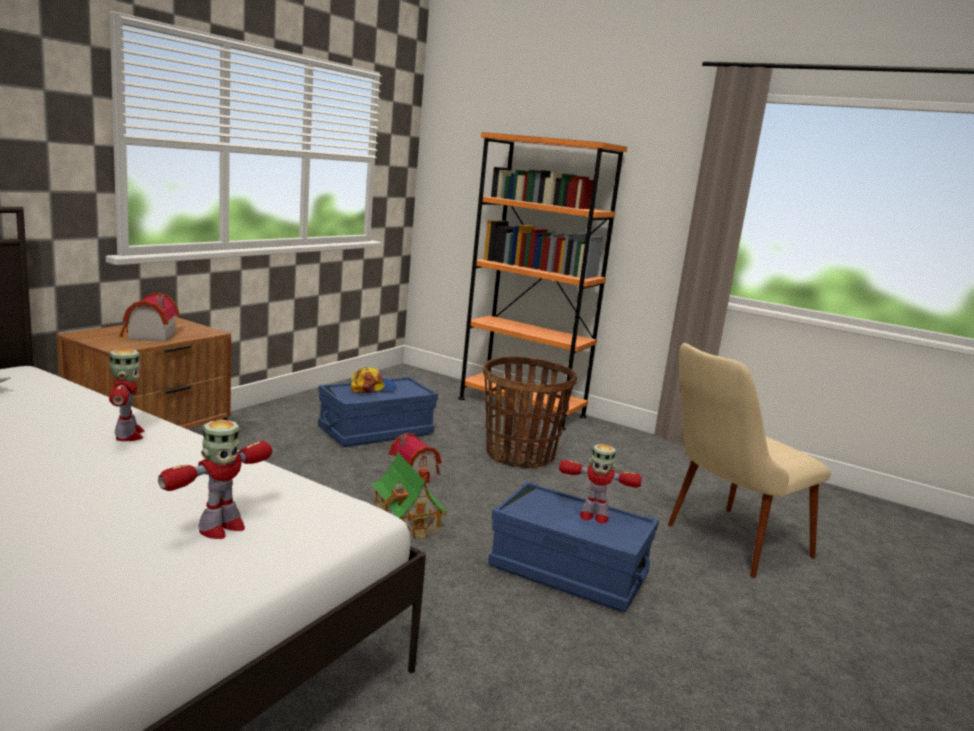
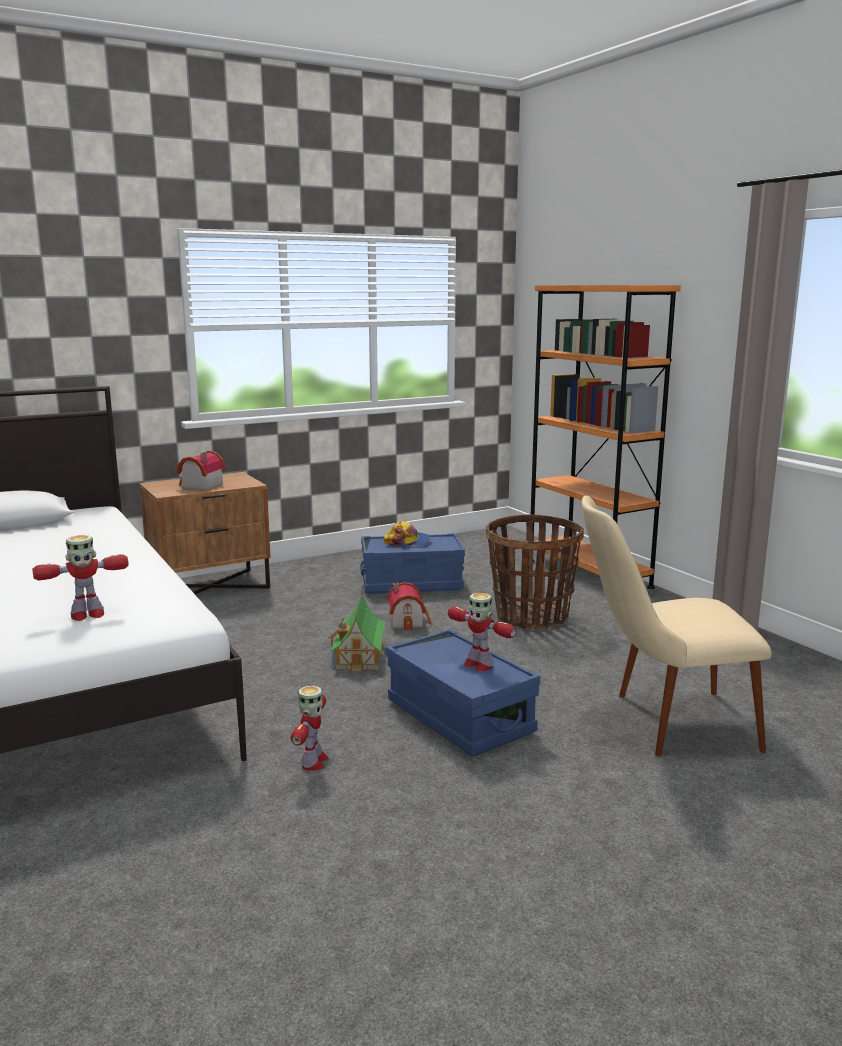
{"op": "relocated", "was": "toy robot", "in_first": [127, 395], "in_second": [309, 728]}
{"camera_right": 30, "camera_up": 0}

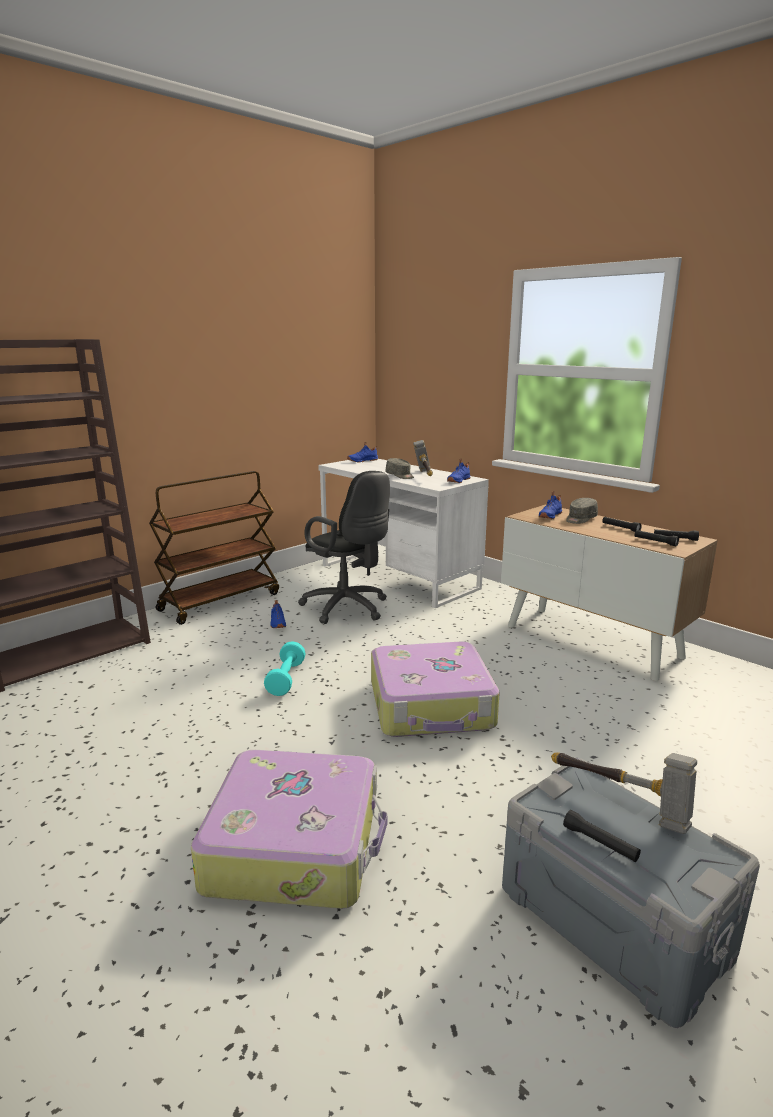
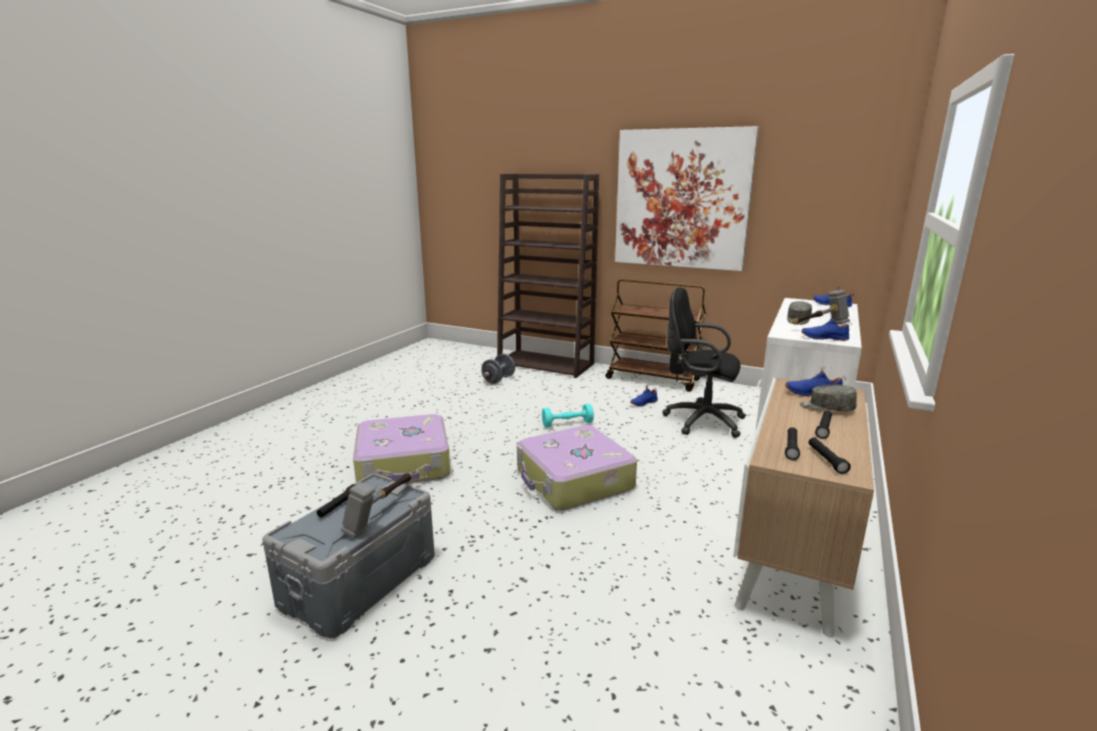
{"op": "spun", "was": "office chair (black)", "in_first": [344, 547], "in_second": [704, 363], "clockwise": 90}
{"op": "appeared", "now": "picture", "in_second": [687, 198]}
{"op": "appeared", "now": "dumbbell (grey)", "in_second": [498, 369]}
{"camera_right": 70, "camera_up": 0}

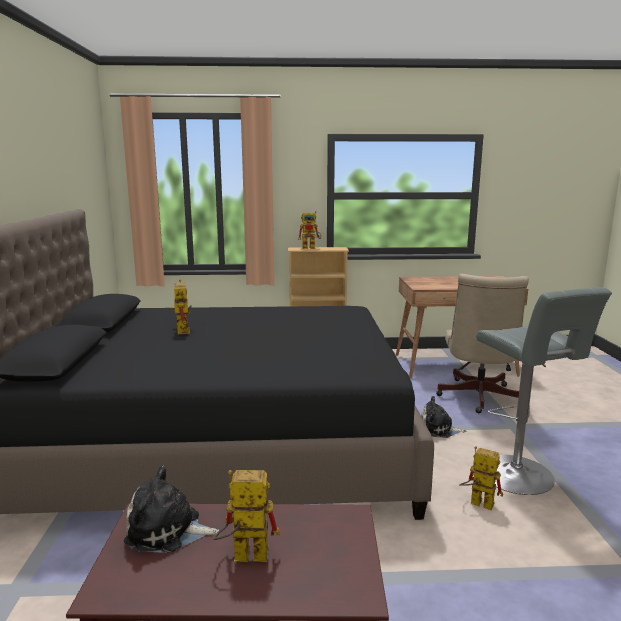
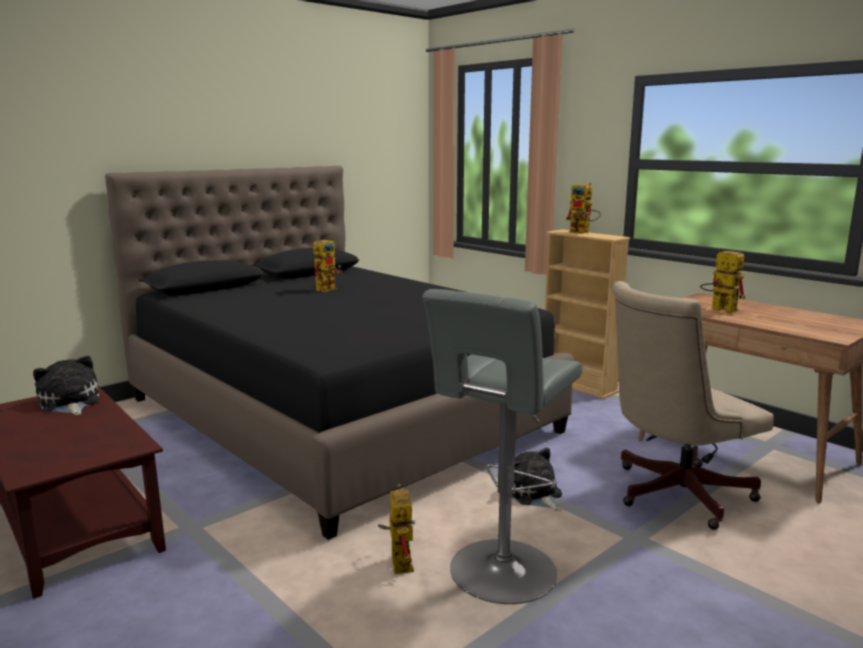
{"op": "relocated", "was": "toy robot", "in_first": [246, 516], "in_second": [723, 280]}
{"camera_right": 50, "camera_up": 0}

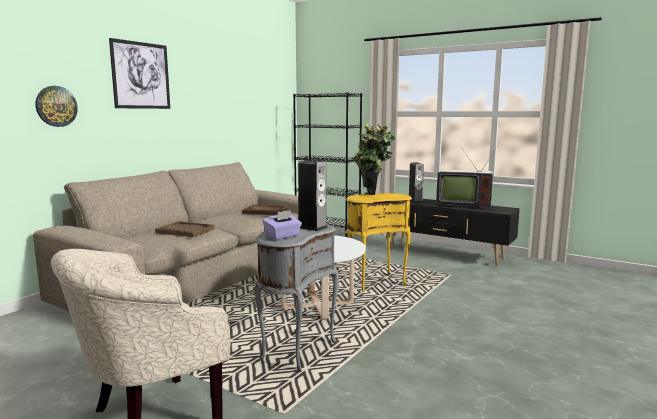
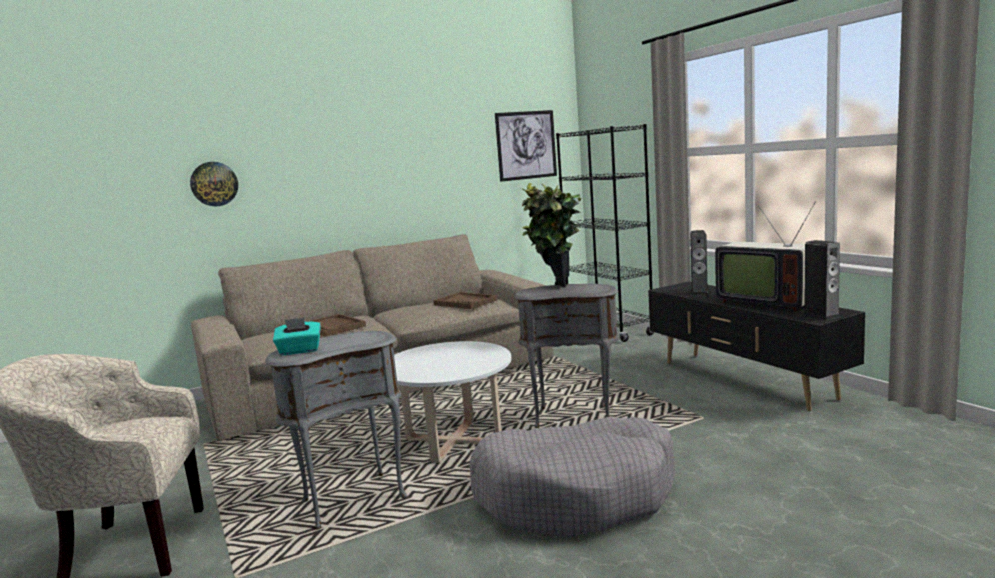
{"op": "relocated", "was": "picture", "in_first": [139, 73], "in_second": [526, 146]}
{"op": "relocated", "was": "speaker", "in_first": [313, 195], "in_second": [821, 280]}
{"op": "colour", "was": "side table (yellow)", "now": "side table (grey)", "in_first": [379, 242], "in_second": [567, 356]}
{"op": "colour", "was": "tissue box (purple)", "now": "tissue box (turquoise)", "in_first": [282, 225], "in_second": [297, 336]}
{"op": "appeared", "now": "dog bed (grey)", "in_second": [572, 477]}
{"camera_right": 30, "camera_up": 0}

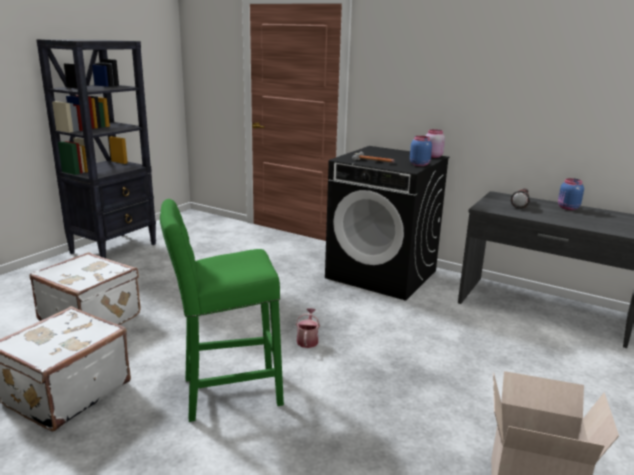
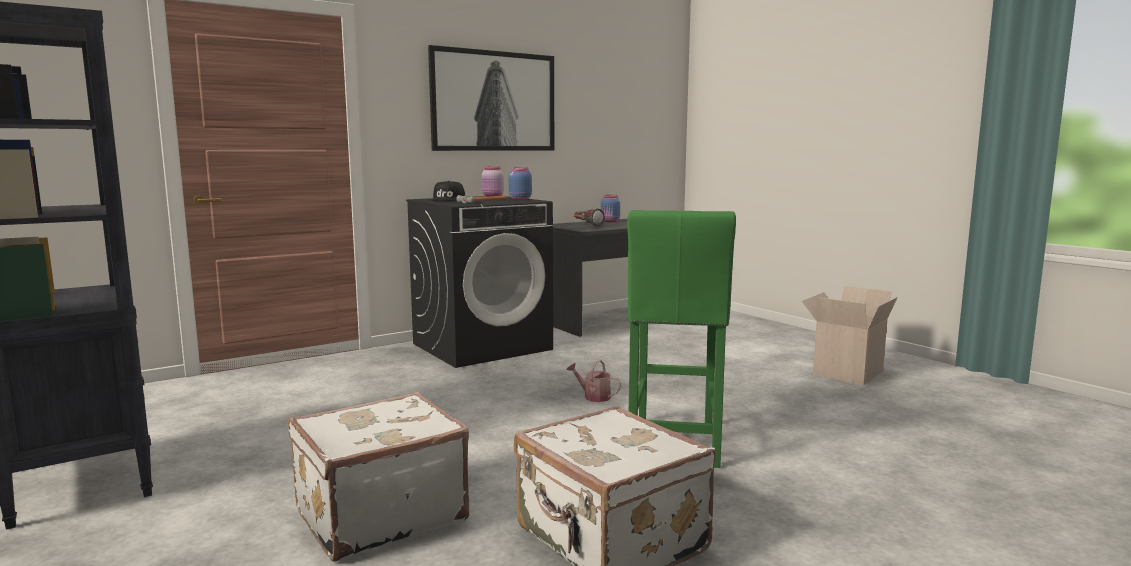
{"op": "appeared", "now": "picture", "in_second": [491, 98]}
{"op": "appeared", "now": "cap (black)", "in_second": [447, 191]}
{"camera_right": -65, "camera_up": -10}

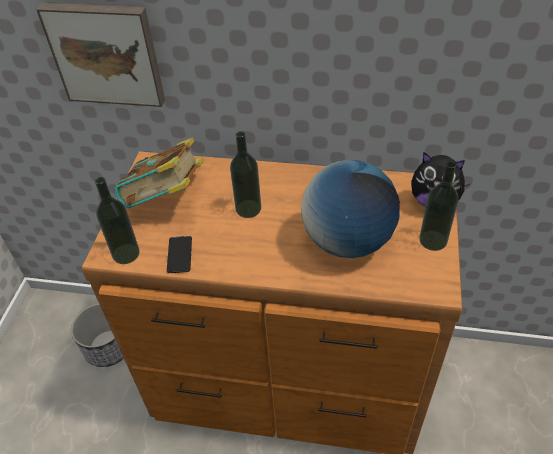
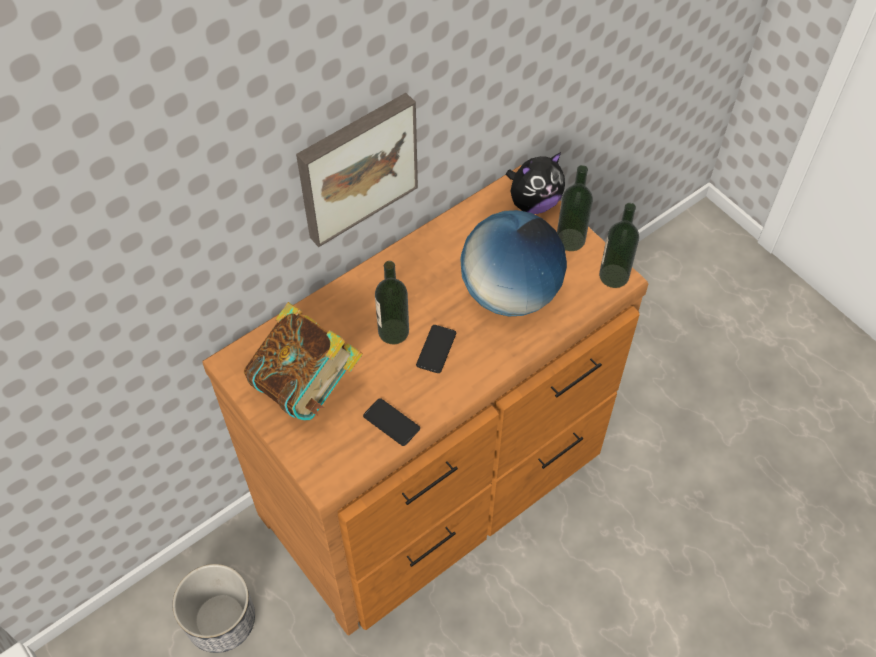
{"op": "relocated", "was": "picture", "in_first": [100, 55], "in_second": [357, 170]}
{"op": "relocated", "was": "bottle", "in_first": [117, 220], "in_second": [619, 245]}
{"op": "appeared", "now": "phone", "in_second": [436, 349]}
{"camera_right": -50, "camera_up": 10}

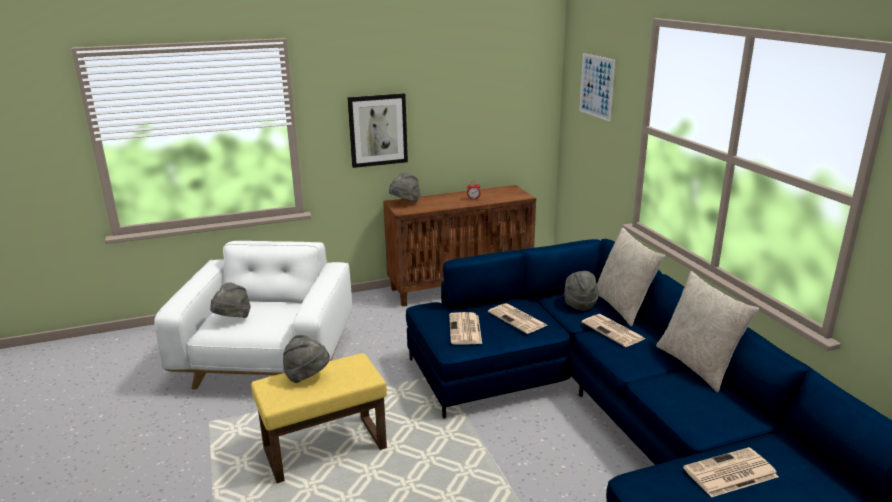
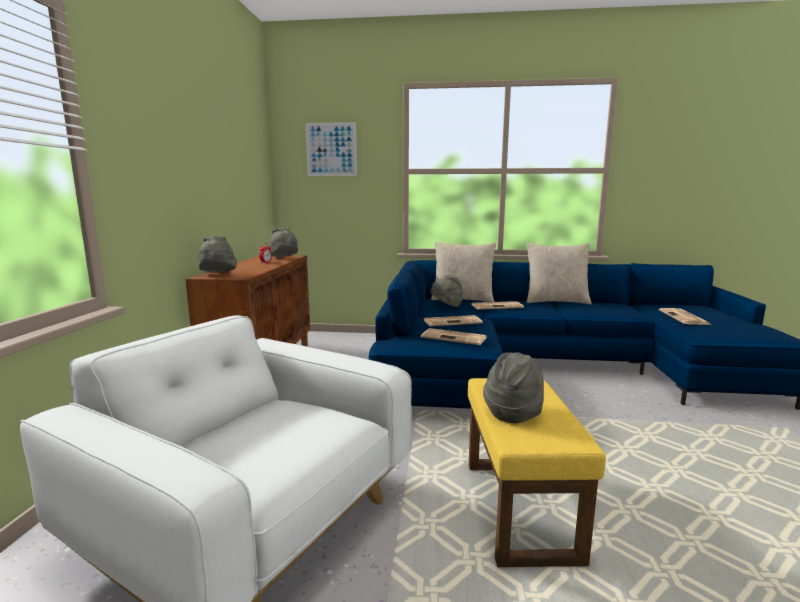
{"op": "missing", "was": "picture", "in_first": [377, 130]}
{"op": "relocated", "was": "hat (grey)", "in_first": [230, 300], "in_second": [283, 242]}
{"camera_right": -65, "camera_up": -10}

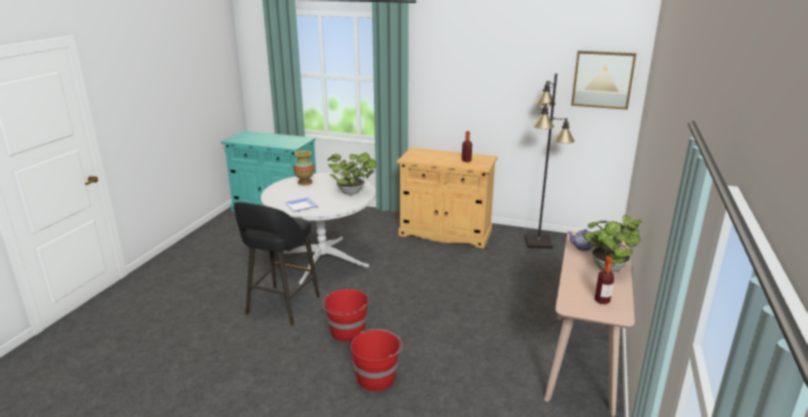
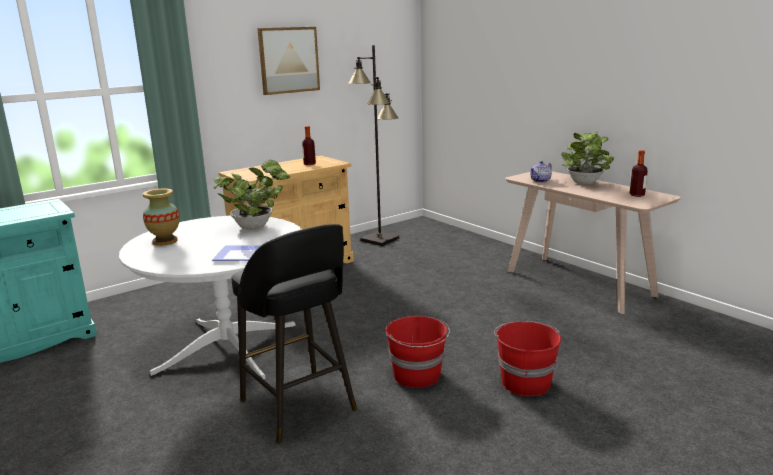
{"op": "relocated", "was": "picture", "in_first": [603, 80], "in_second": [288, 61]}
{"camera_right": -55, "camera_up": -5}

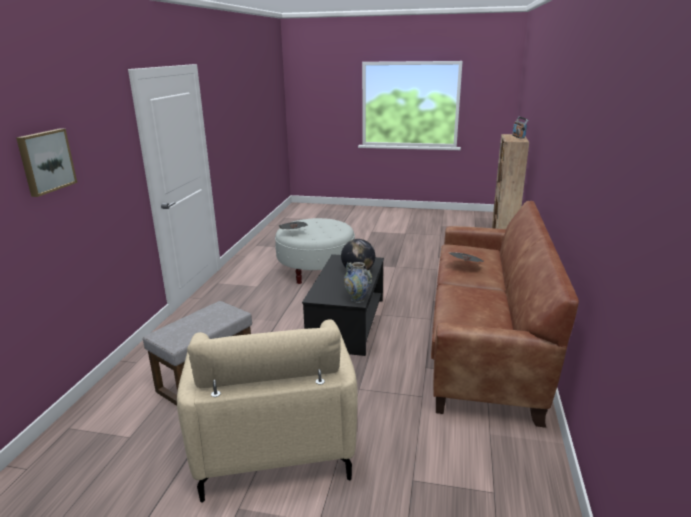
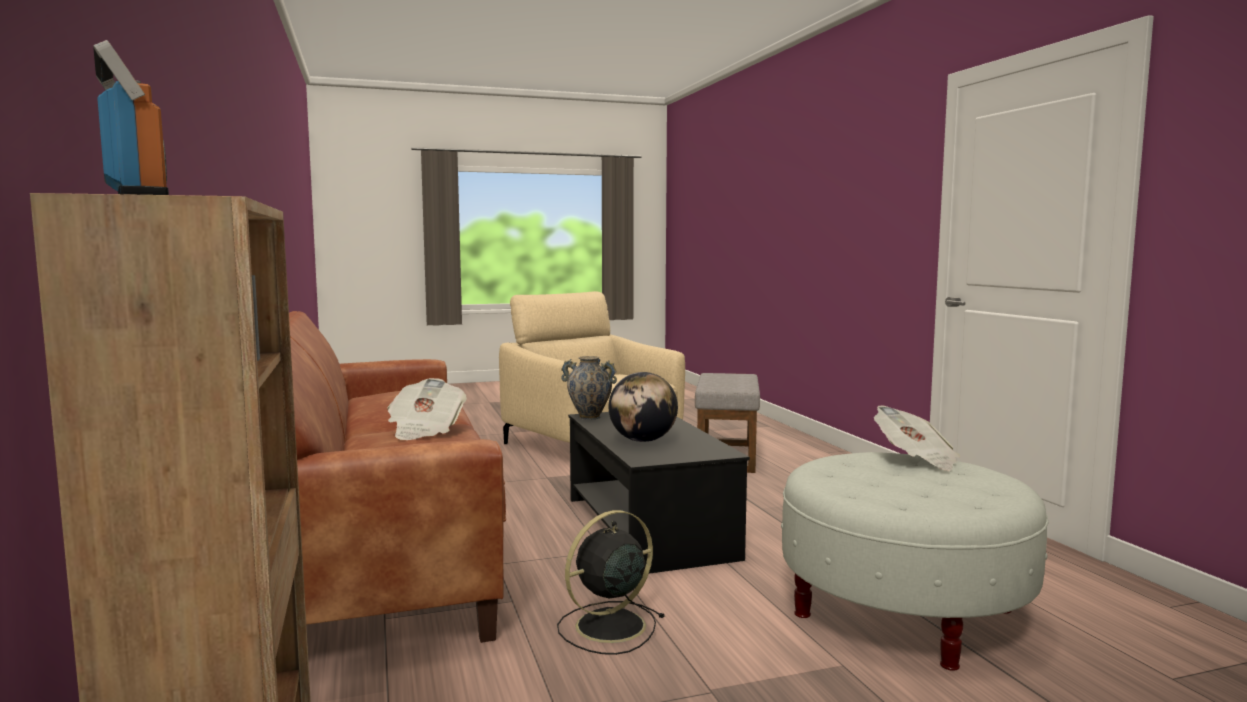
{"op": "missing", "was": "picture", "in_first": [46, 162]}
{"op": "appeared", "now": "fan (black)", "in_second": [610, 582]}
{"camera_right": 150, "camera_up": -15}

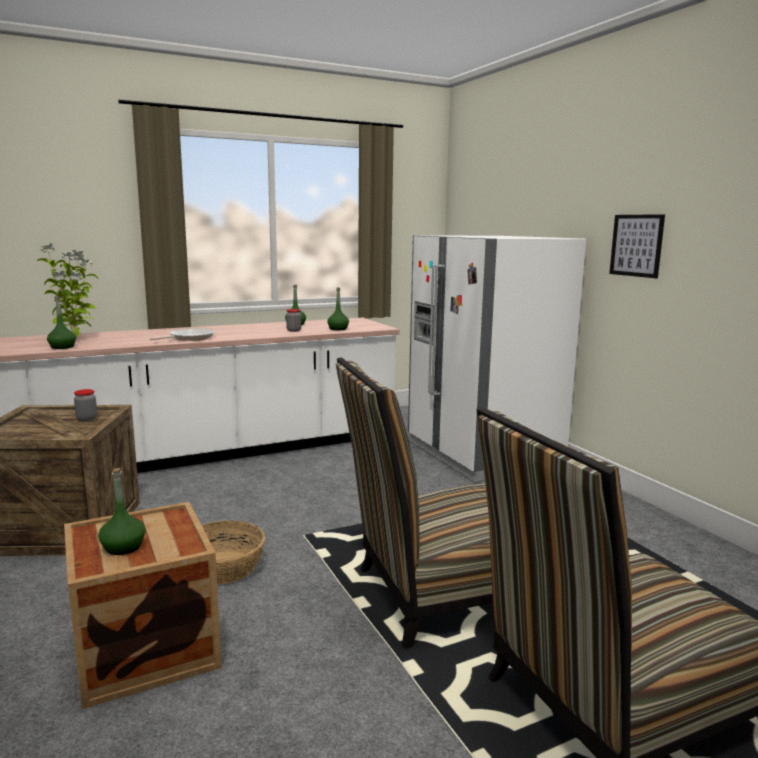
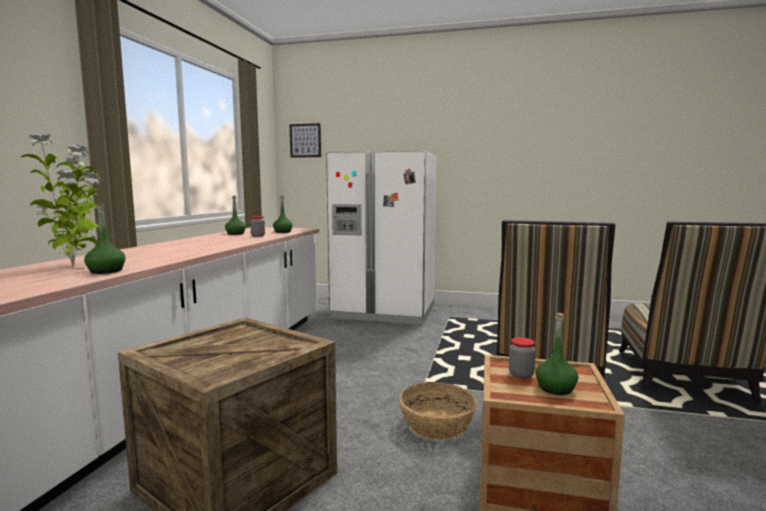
{"op": "relocated", "was": "picture", "in_first": [637, 246], "in_second": [305, 140]}
{"op": "missing", "was": "frying pan", "in_first": [182, 334]}
{"op": "relocated", "was": "jar", "in_first": [85, 405], "in_second": [522, 358]}
{"camera_right": -50, "camera_up": -5}

